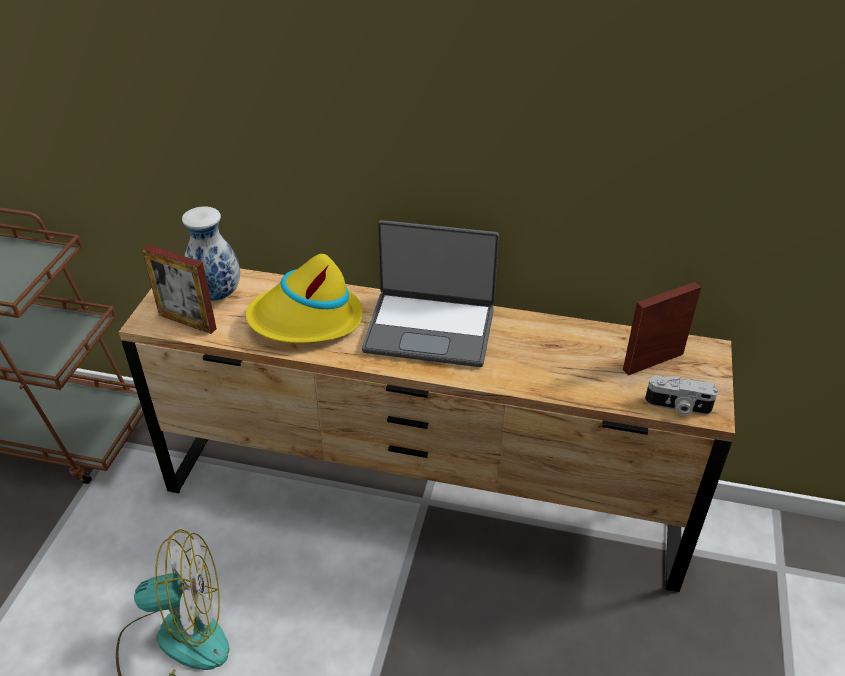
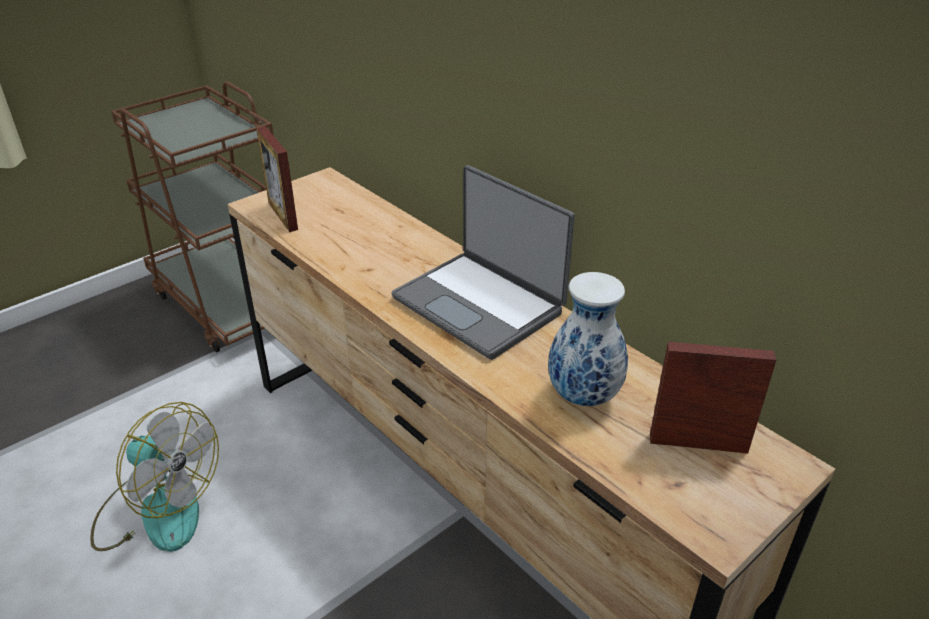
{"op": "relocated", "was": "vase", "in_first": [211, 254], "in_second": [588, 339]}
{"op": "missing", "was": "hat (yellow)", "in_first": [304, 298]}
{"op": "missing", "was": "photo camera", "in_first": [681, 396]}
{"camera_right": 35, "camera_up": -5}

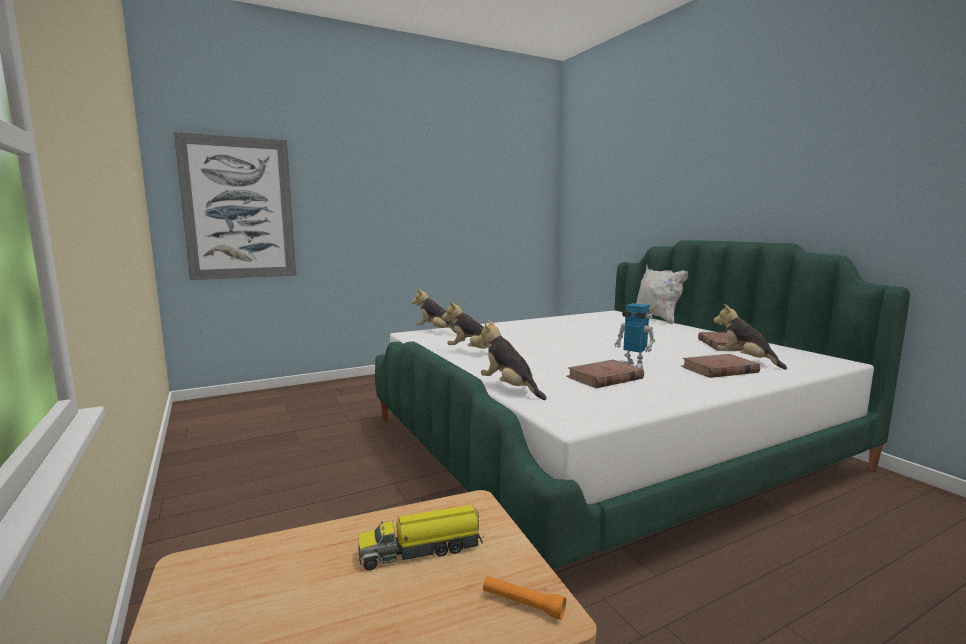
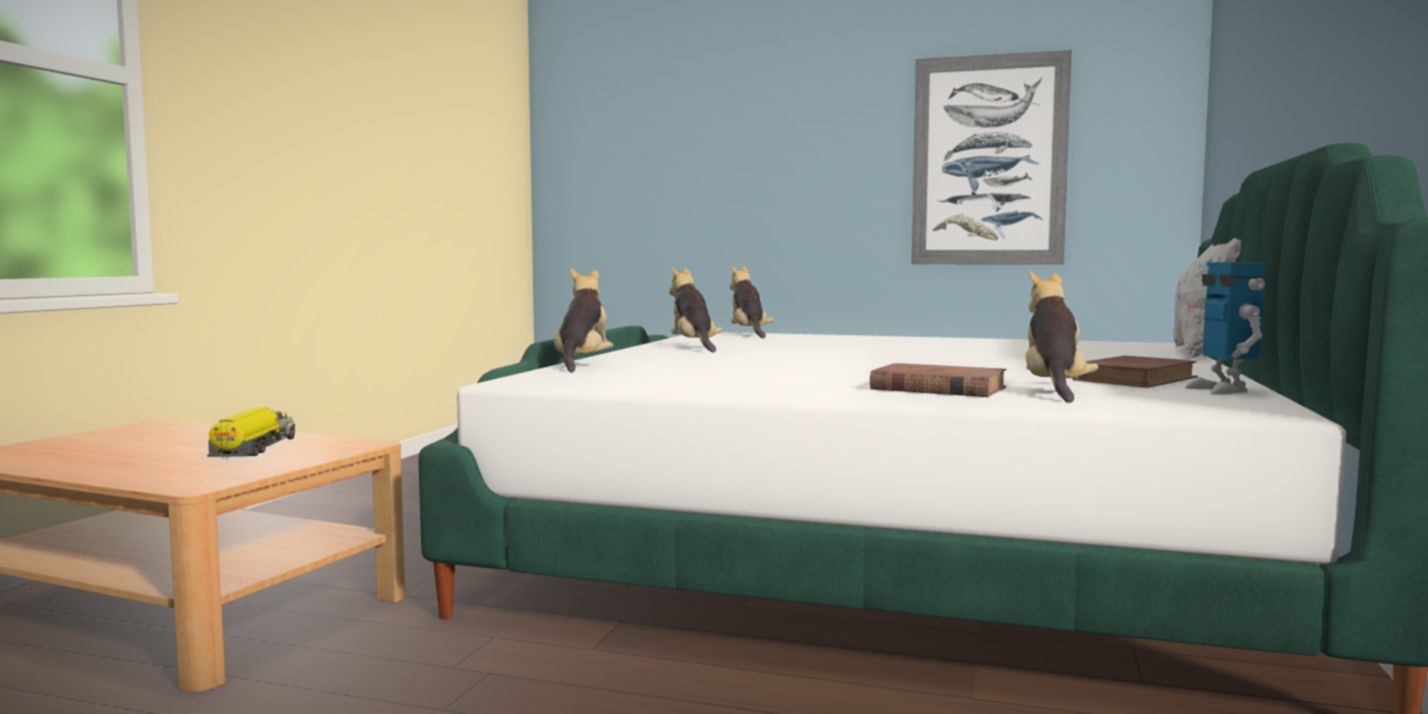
{"op": "relocated", "was": "picture", "in_first": [235, 206], "in_second": [992, 157]}
{"op": "relocated", "was": "toy robot", "in_first": [634, 336], "in_second": [1225, 328]}
{"op": "missing", "was": "book (brown)", "in_first": [605, 374]}
{"op": "spun", "was": "toy truck", "in_first": [421, 537], "in_second": [251, 433], "clockwise": 60}
{"op": "missing", "was": "flashlight (orange)", "in_first": [524, 598]}
{"camera_right": 45, "camera_up": -5}

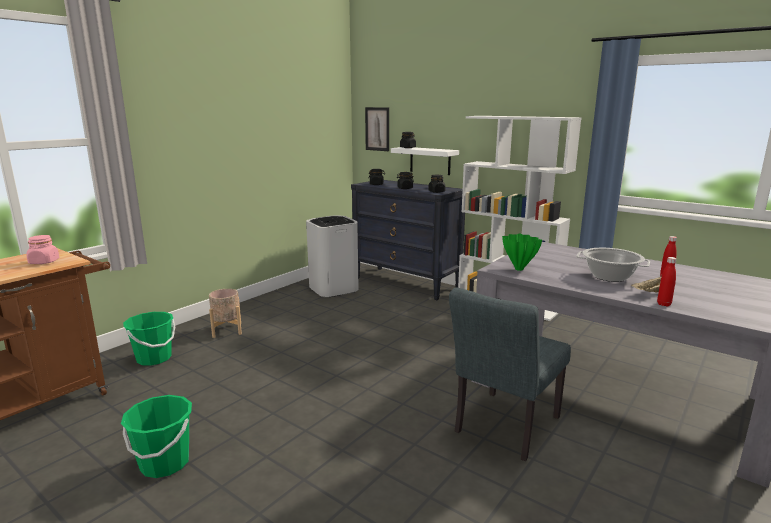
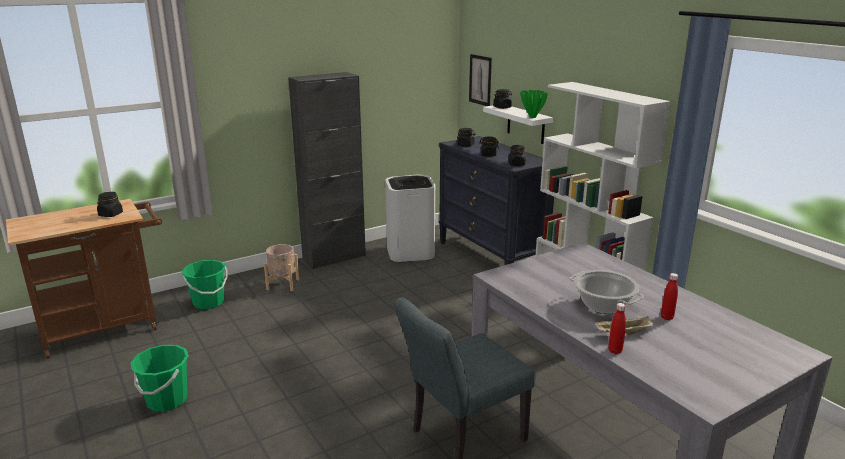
{"op": "relocated", "was": "vase (green)", "in_first": [522, 252], "in_second": [534, 104]}
{"op": "colour", "was": "jar (pink)", "now": "jar (black)", "in_first": [42, 249], "in_second": [110, 204]}
{"op": "appeared", "now": "cabinet (black)", "in_second": [327, 170]}
{"camera_right": 20, "camera_up": 5}

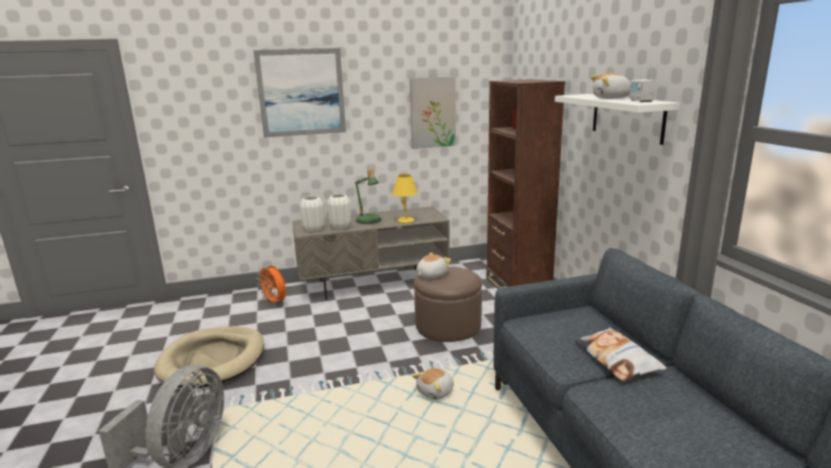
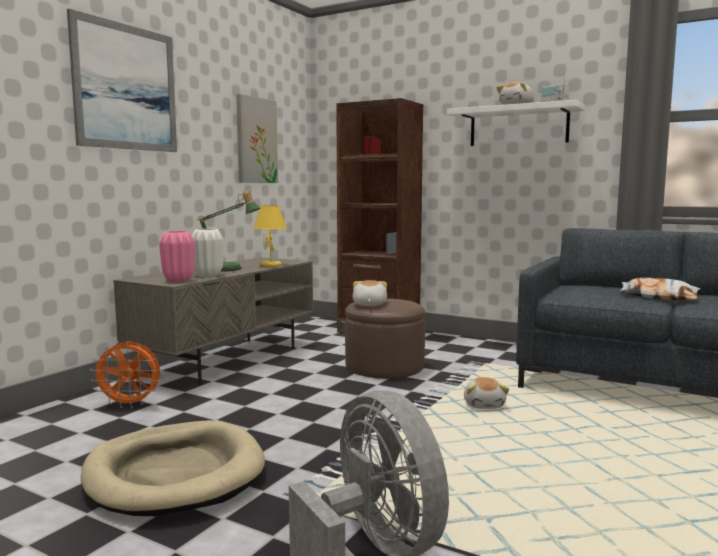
{"op": "colour", "was": "vase (white)", "now": "vase (pink)", "in_first": [312, 214], "in_second": [177, 256]}
{"camera_right": -45, "camera_up": -10}

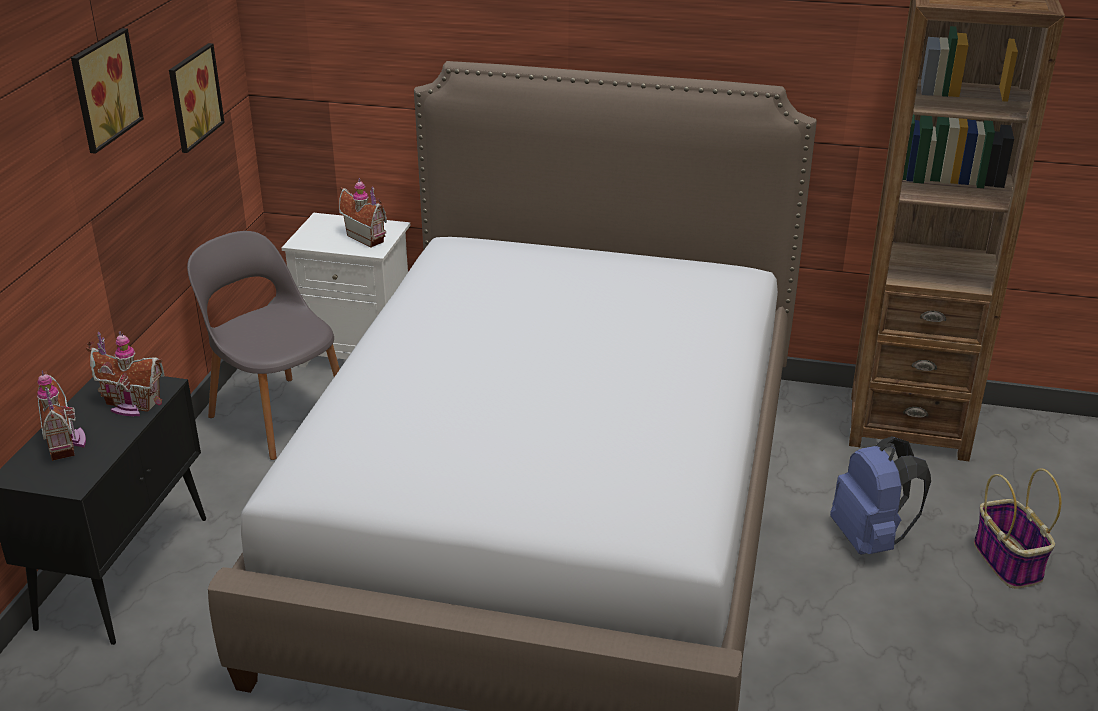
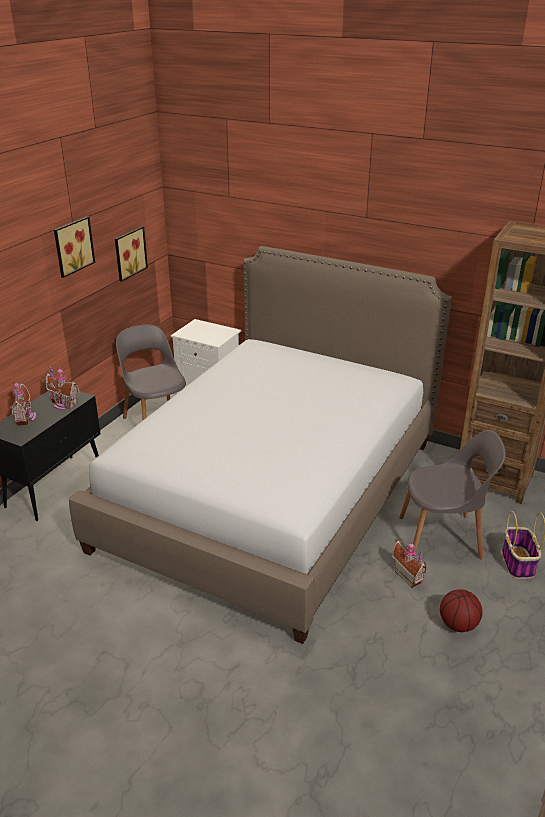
{"op": "relocated", "was": "toy house", "in_first": [363, 213], "in_second": [409, 563]}
{"op": "exchanged", "was": "backpack (blue)", "now": "chair (grey)", "in_first": [880, 495], "in_second": [452, 494]}
{"op": "appeared", "now": "basketball", "in_second": [461, 610]}
{"camera_right": 15, "camera_up": 0}

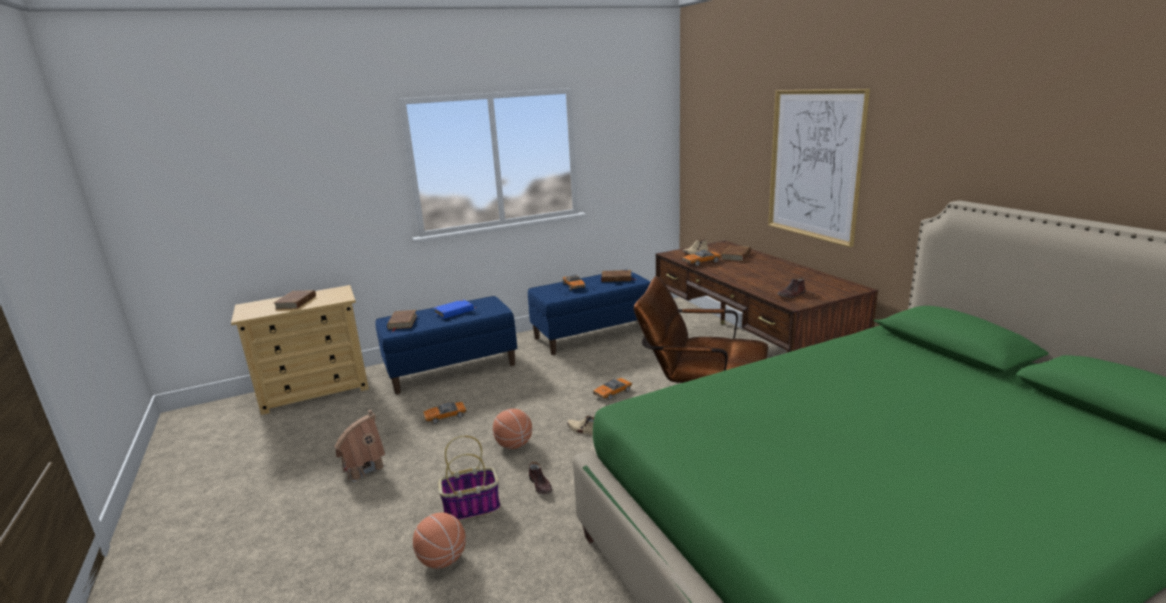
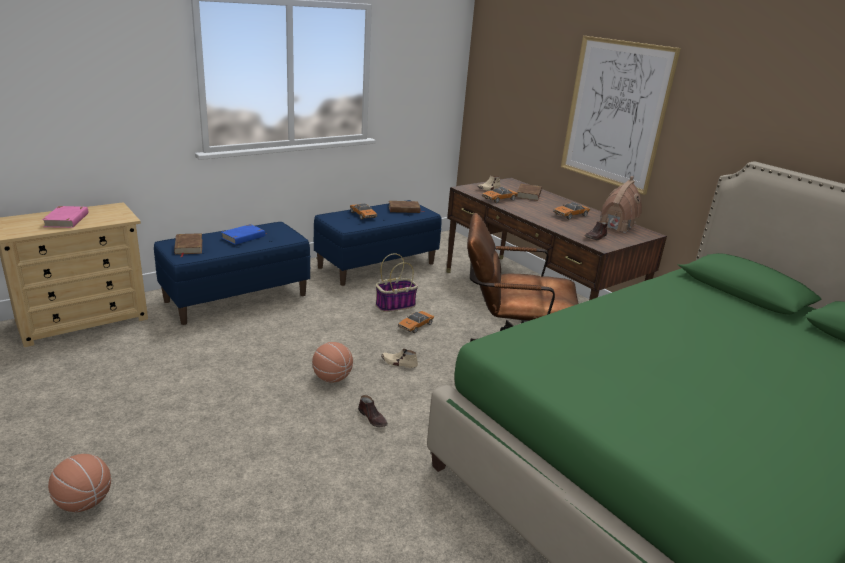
{"op": "colour", "was": "book (brown)", "now": "book (pink)", "in_first": [295, 299], "in_second": [65, 217]}
{"op": "relocated", "was": "toy car", "in_first": [444, 413], "in_second": [571, 210]}
{"op": "relocated", "was": "toy house", "in_first": [360, 446], "in_second": [621, 204]}
{"op": "relocated", "was": "basket", "in_first": [469, 478], "in_second": [397, 282]}
{"op": "relocated", "was": "basketball", "in_first": [439, 540], "in_second": [79, 483]}
{"camera_right": -15, "camera_up": 5}

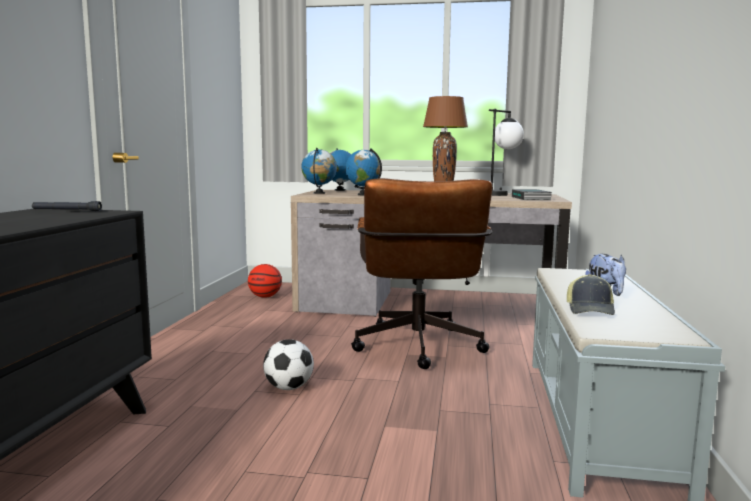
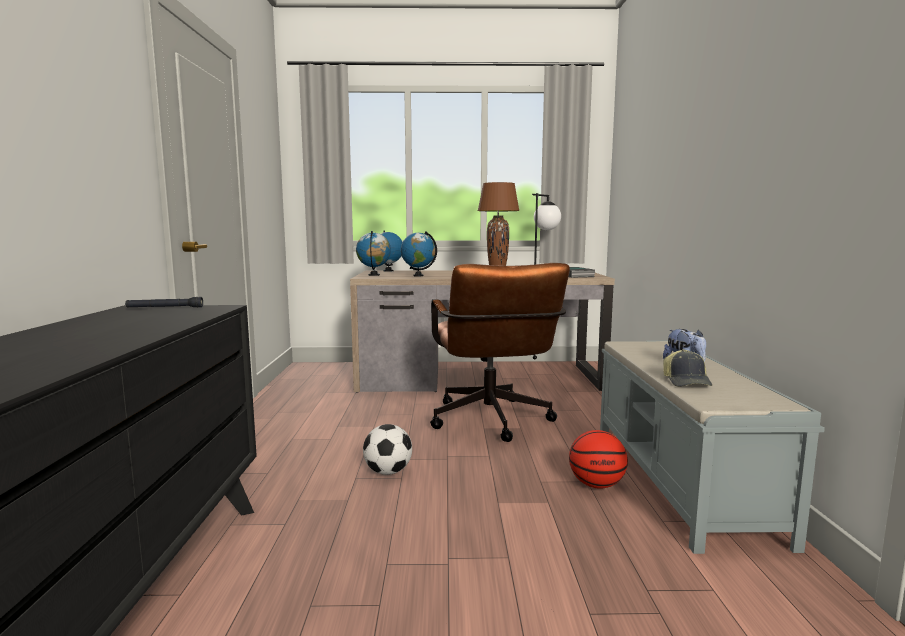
{"op": "relocated", "was": "basketball", "in_first": [265, 281], "in_second": [598, 459]}
{"camera_right": -10, "camera_up": 0}

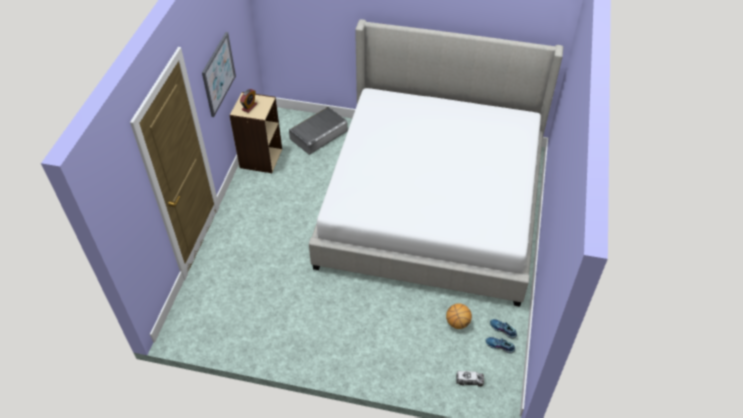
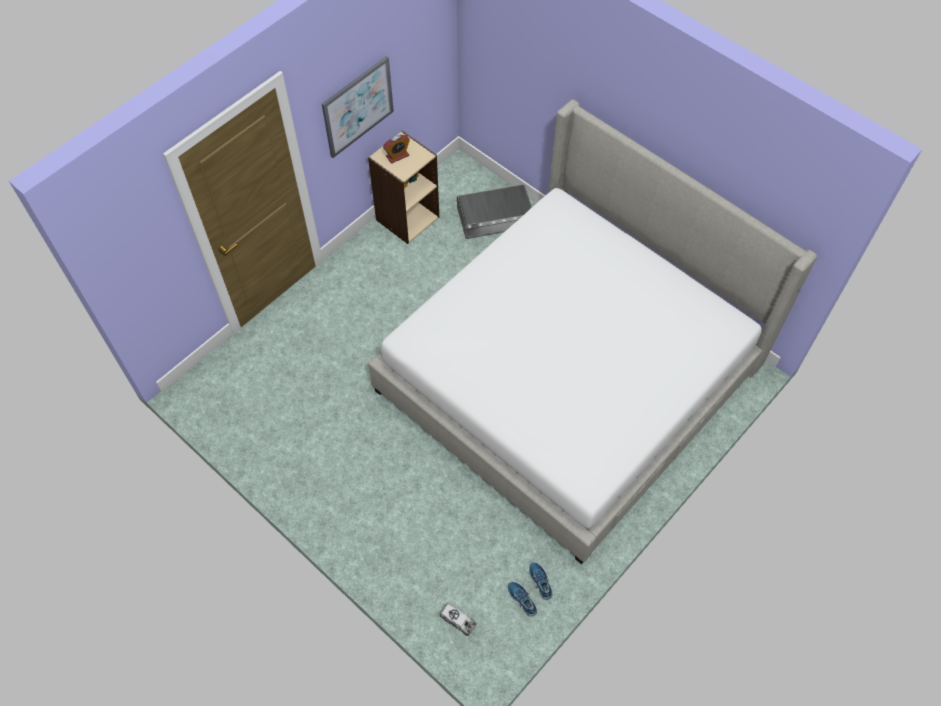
{"op": "missing", "was": "basketball", "in_first": [459, 316]}
{"camera_right": 30, "camera_up": 10}

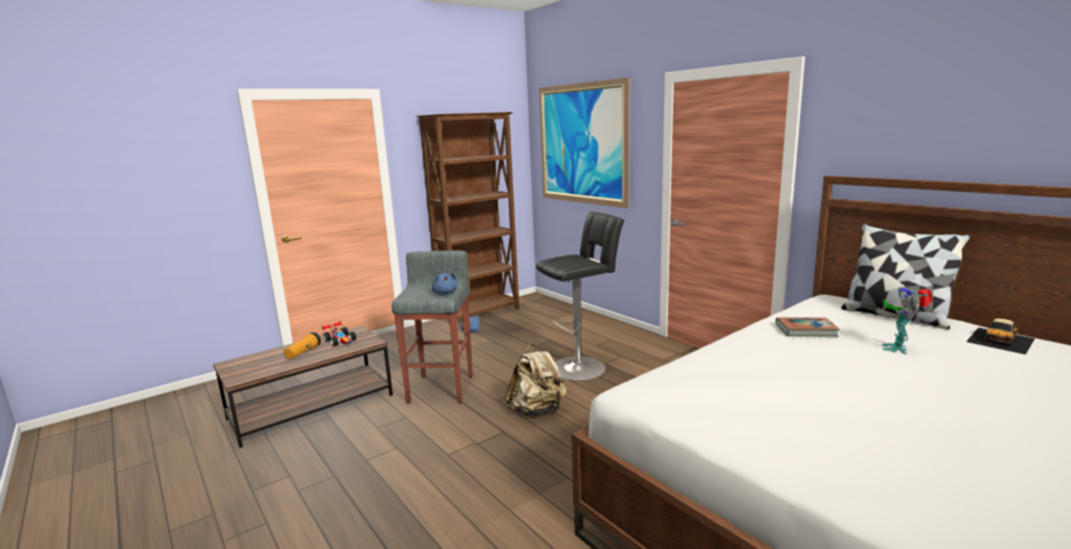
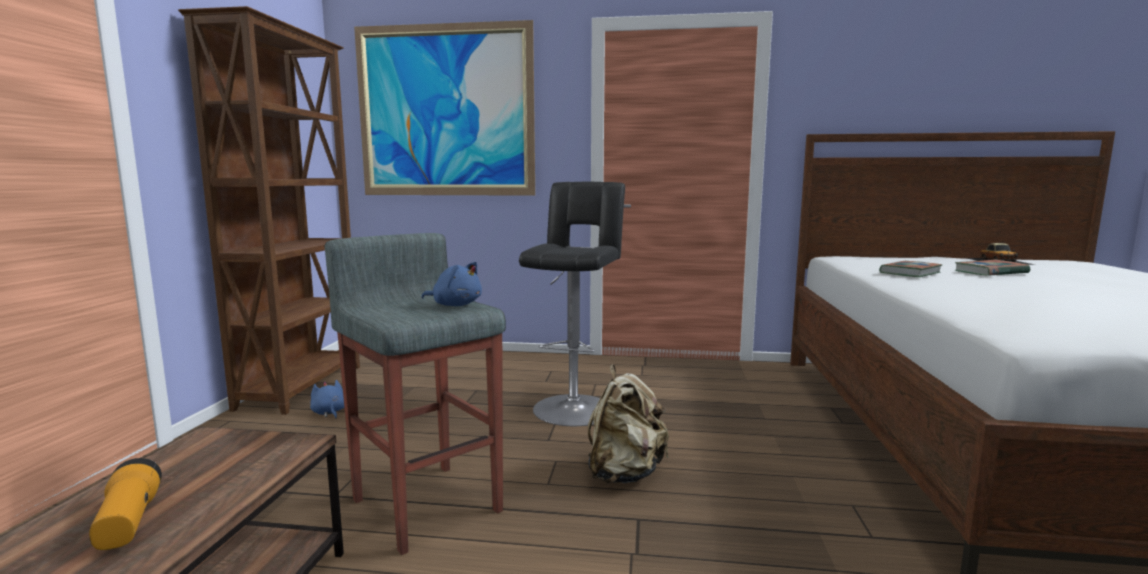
{"op": "missing", "was": "pillow", "in_first": [906, 276]}
{"op": "exchanged", "was": "toy robot", "now": "book", "in_first": [907, 320], "in_second": [992, 268]}
{"op": "missing", "was": "toy car", "in_first": [339, 334]}
{"camera_right": -45, "camera_up": -5}

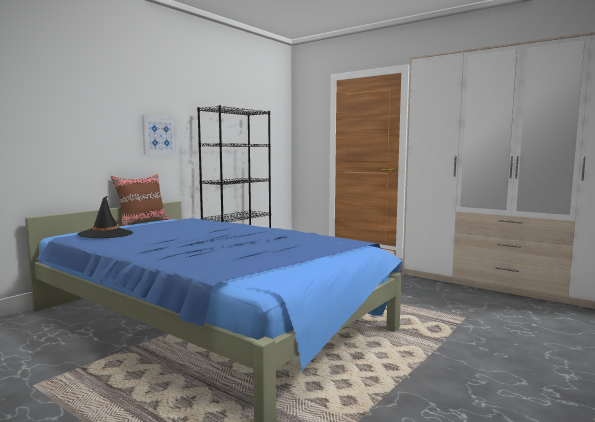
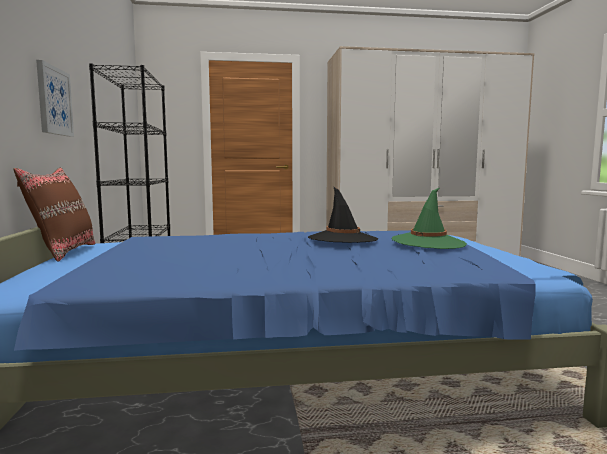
{"op": "relocated", "was": "hat (black)", "in_first": [105, 216], "in_second": [343, 214]}
{"op": "appeared", "now": "hat (green)", "in_second": [429, 218]}
{"camera_right": -45, "camera_up": 0}

